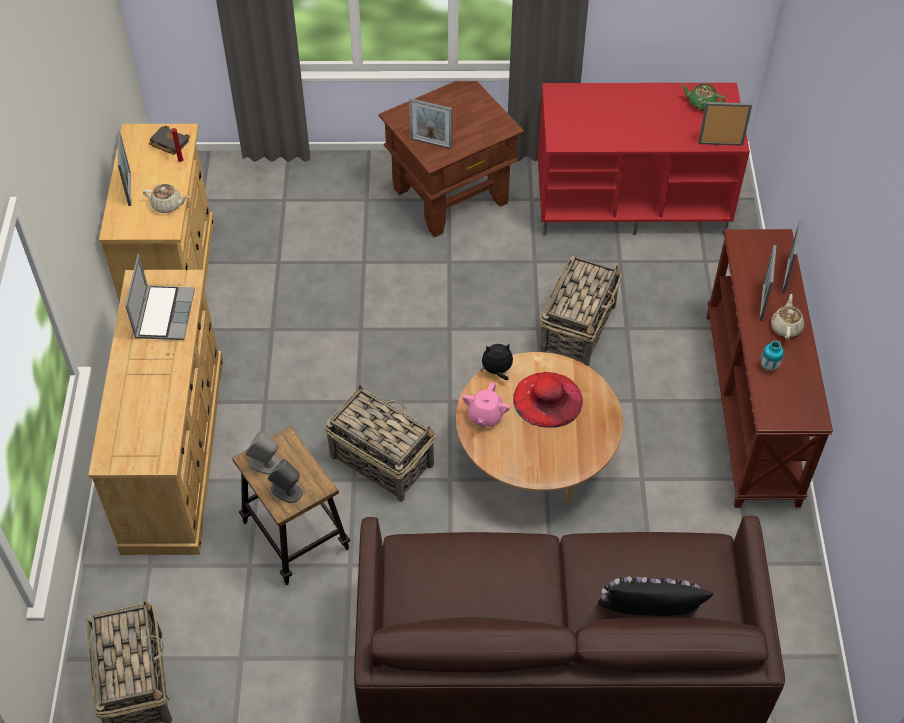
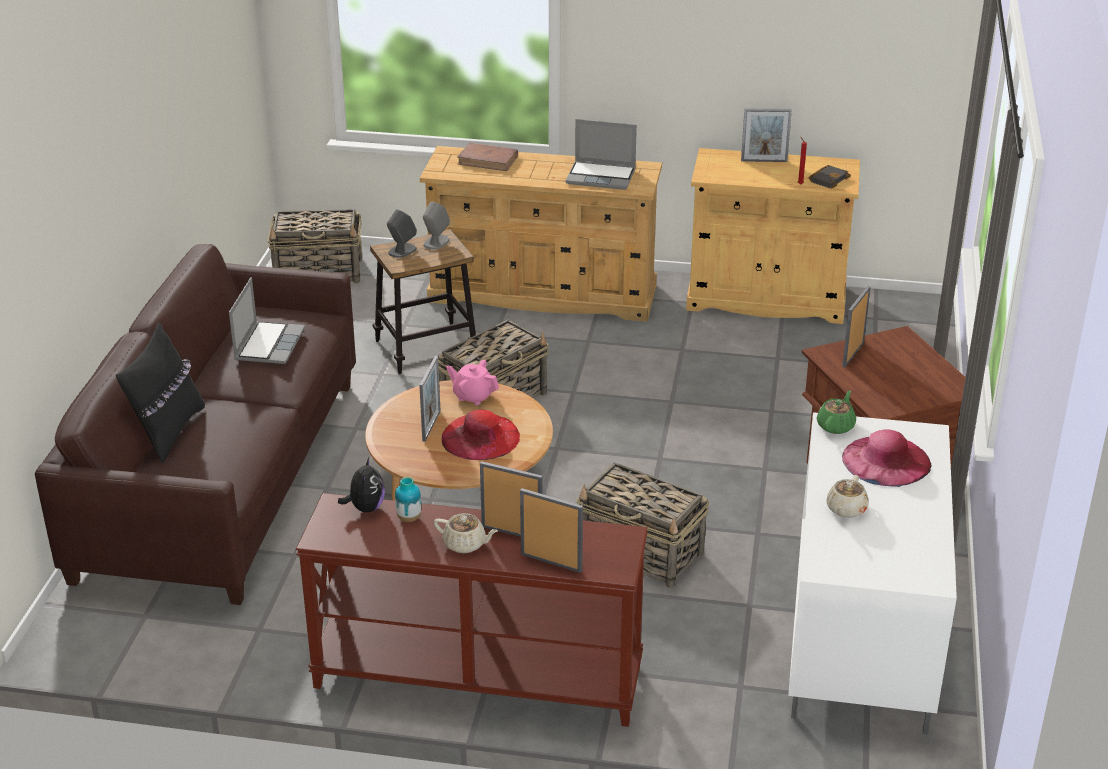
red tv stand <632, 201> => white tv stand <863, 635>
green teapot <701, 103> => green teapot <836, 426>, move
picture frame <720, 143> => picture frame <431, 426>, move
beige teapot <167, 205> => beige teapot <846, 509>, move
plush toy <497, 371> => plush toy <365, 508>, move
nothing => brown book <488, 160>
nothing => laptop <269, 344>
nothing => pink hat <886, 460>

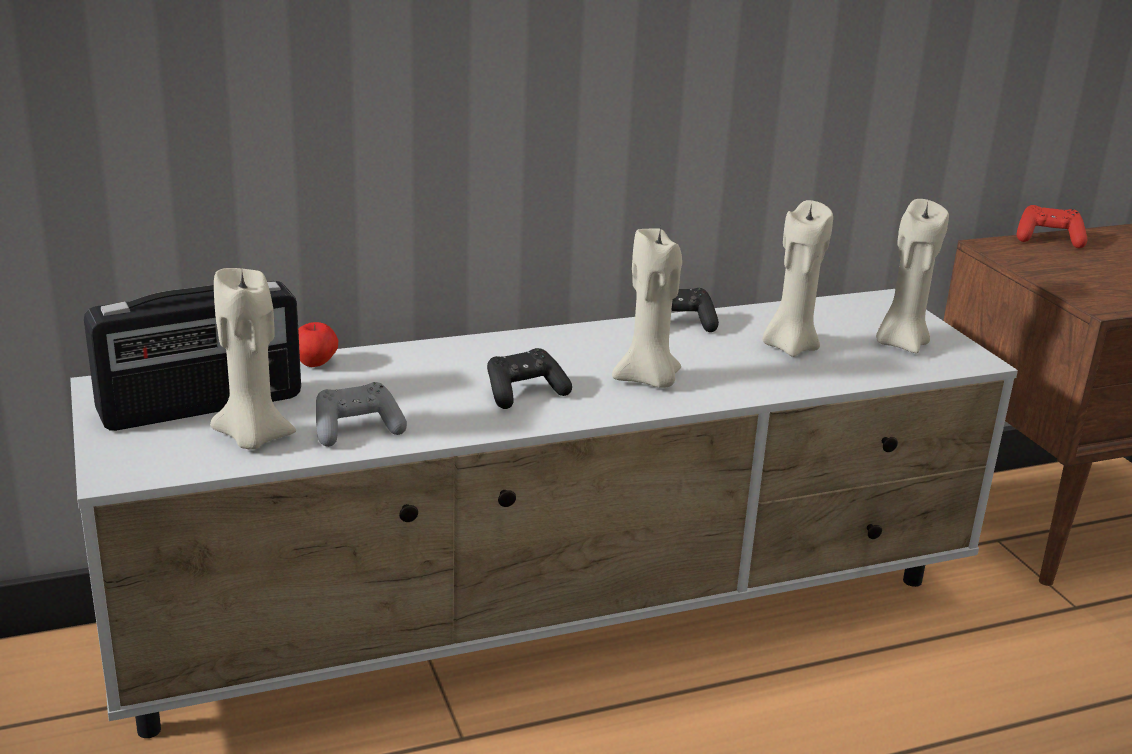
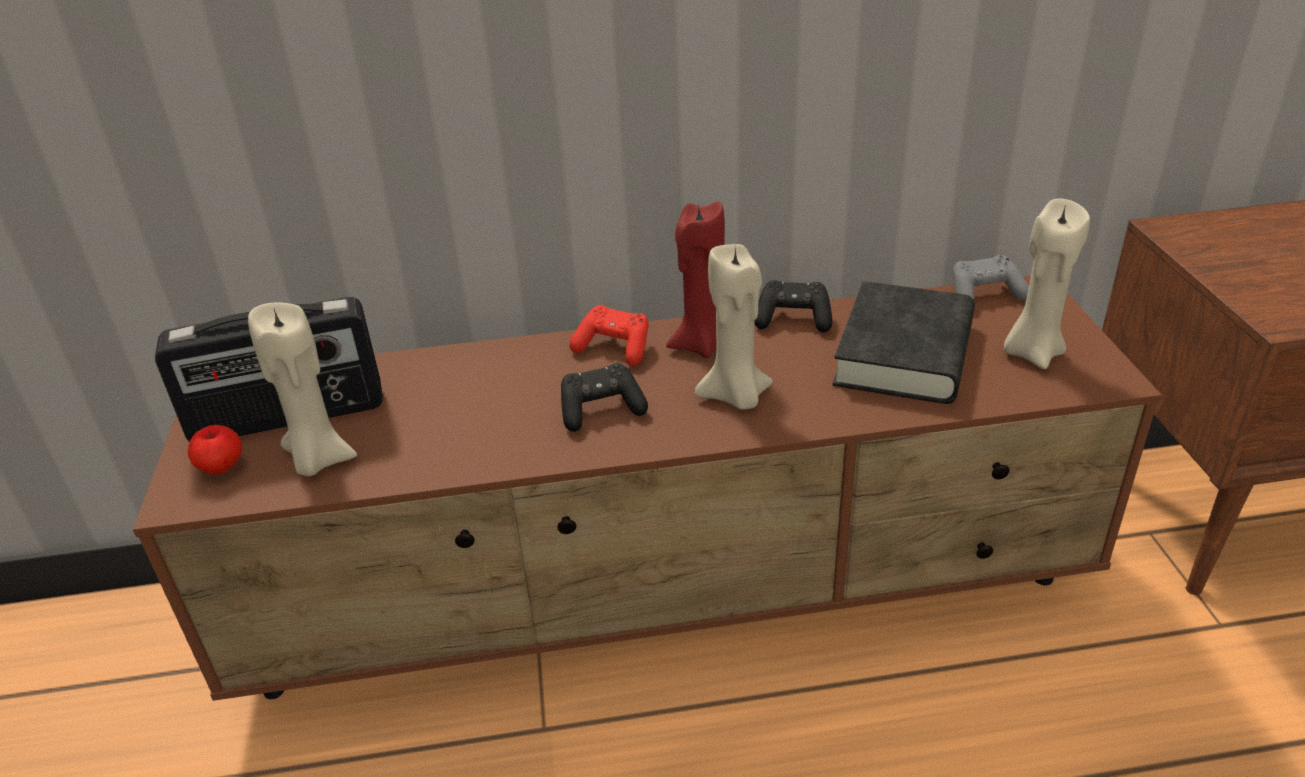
beige candle <790, 347> => black book <904, 354>
red game controller <1048, 239> => red game controller <614, 348>, move
white tv stand <558, 620> => brown tv stand <669, 598>
apple <315, 364> => apple <222, 468>, move
grey game controller <357, 430> => grey game controller <984, 295>, move
nothing => red candle <701, 344>

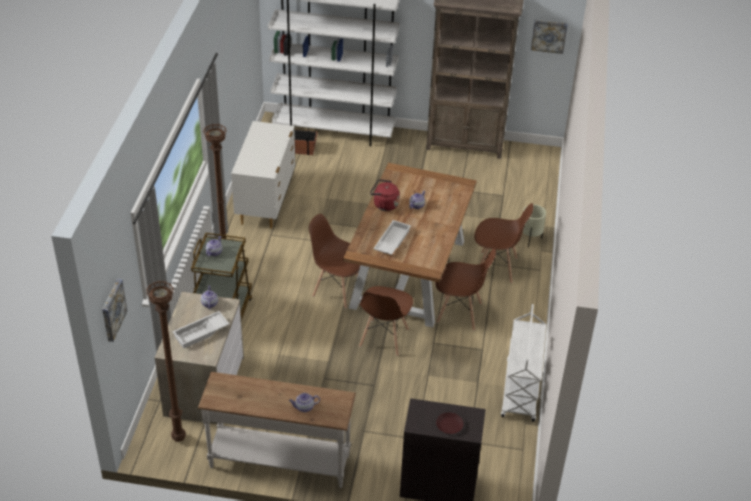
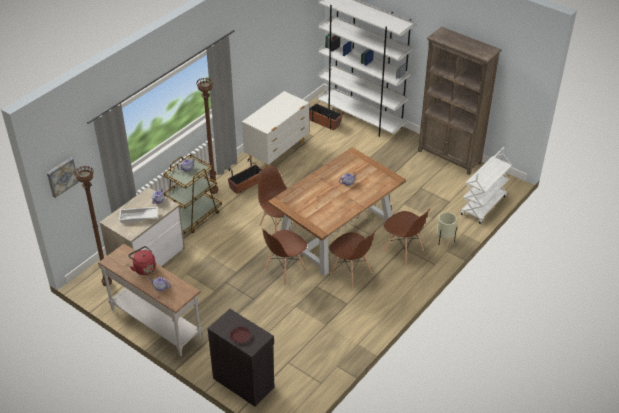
picture <549, 35> => nothing
red kettle <384, 204> => red kettle <144, 268>, move
white tray <391, 241> => nothing
white cart <520, 391> => white cart <483, 206>, move
nothing => planter <246, 184>

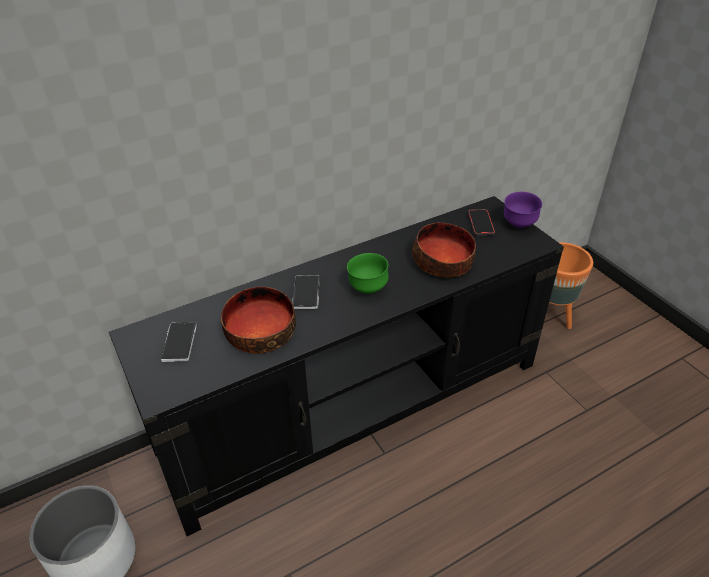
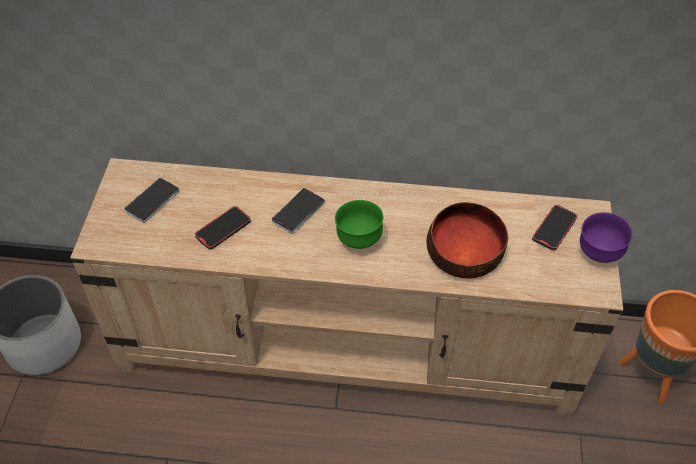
black tv stand <356, 405> => beige tv stand <348, 344>
bowl <260, 332> => phone <223, 229>

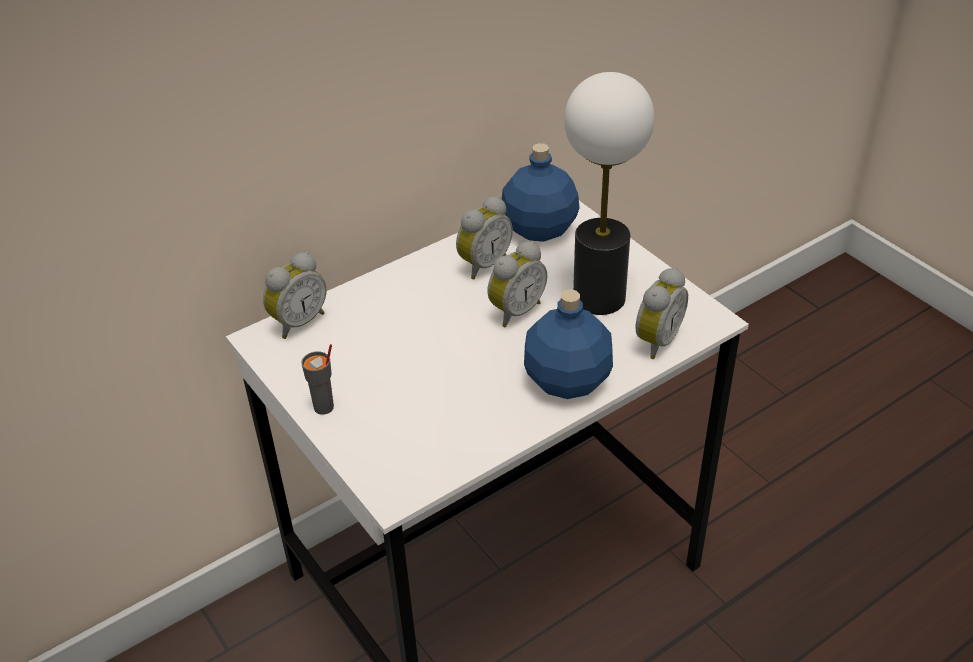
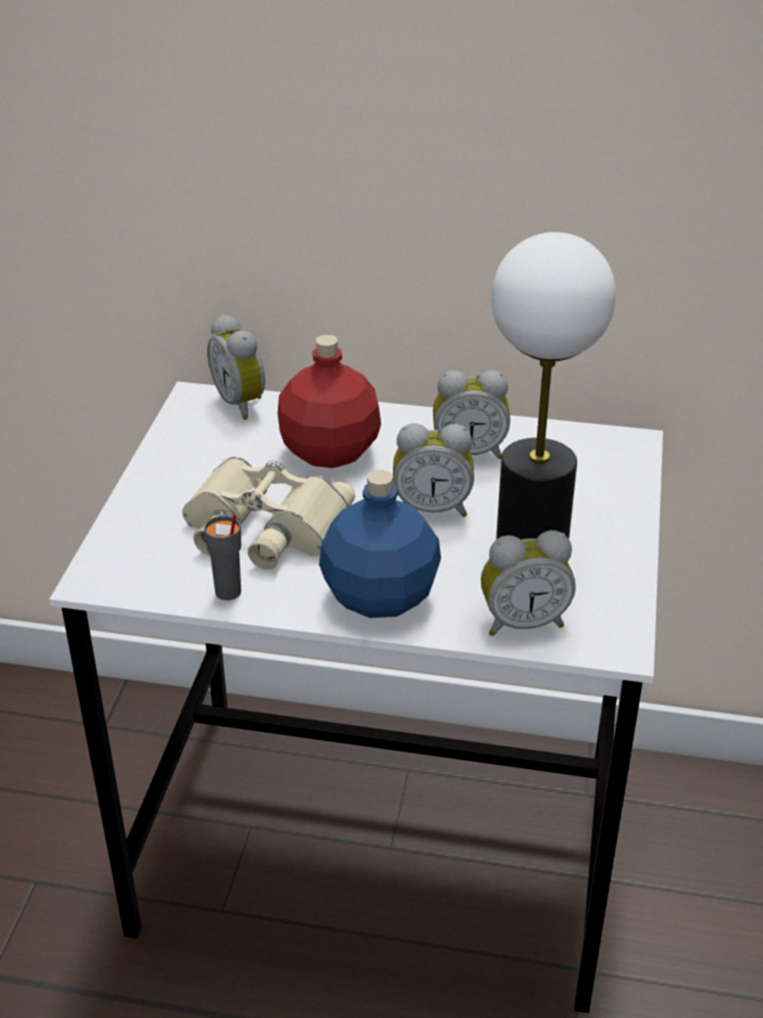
blue bottle <540, 228> => nothing
alarm clock <297, 322> => alarm clock <243, 403>, 60 degrees clockwise
grey cup <324, 407> => grey cup <228, 592>, move
nothing => red bottle <329, 451>
nothing => beige binoculars <261, 527>

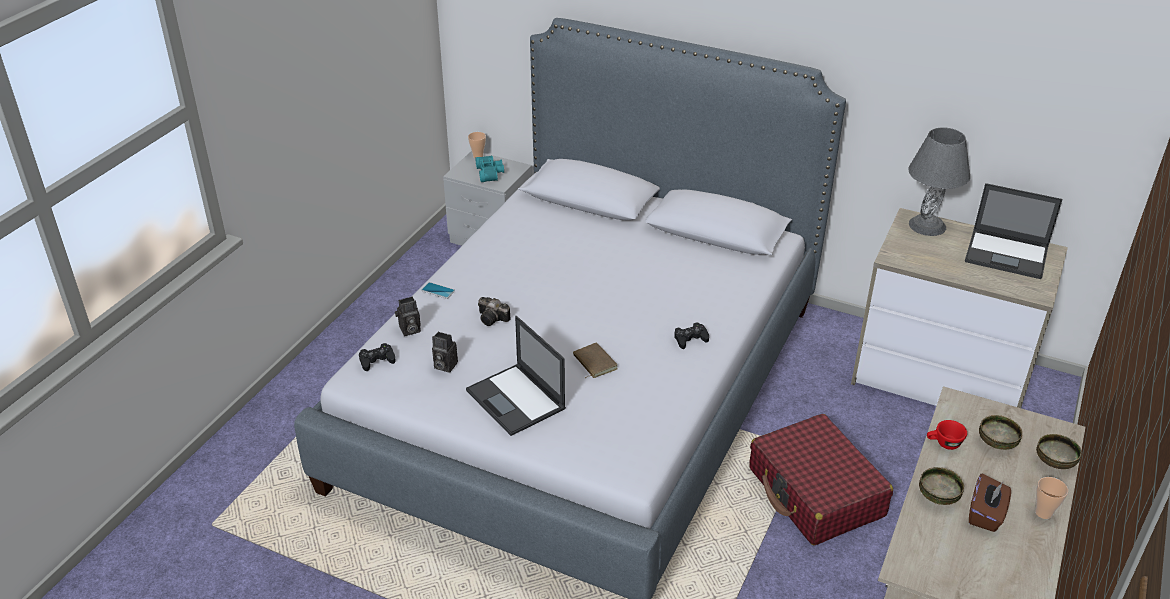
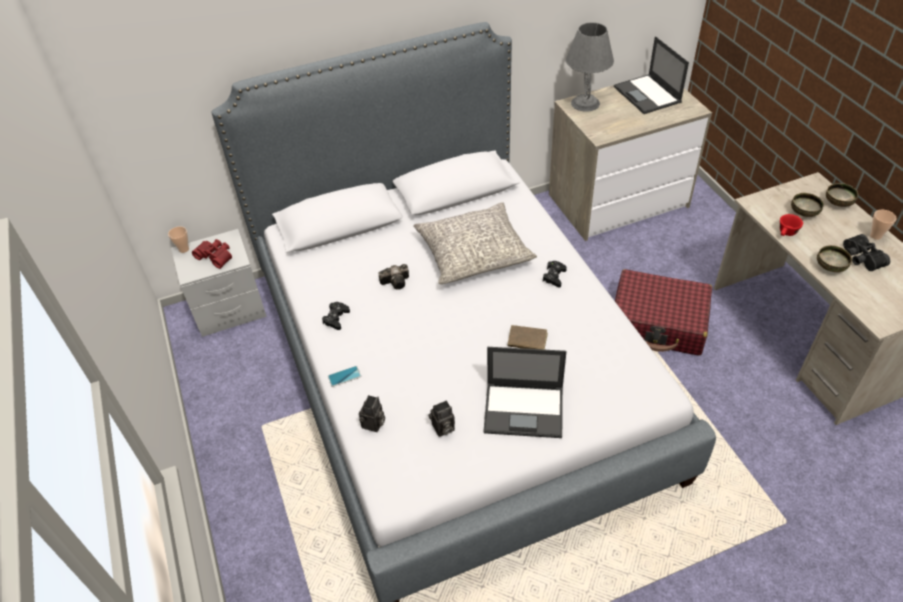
turquoise binoculars <490, 173> => red binoculars <216, 256>
laptop <1007, 255> => laptop <647, 95>, 90 degrees clockwise
photo camera <493, 319> => photo camera <397, 282>, move
black game controller <377, 360> => black game controller <336, 318>, move
brown tissue box <986, 514> => black binoculars <860, 258>
nothing => grey pillow <473, 253>

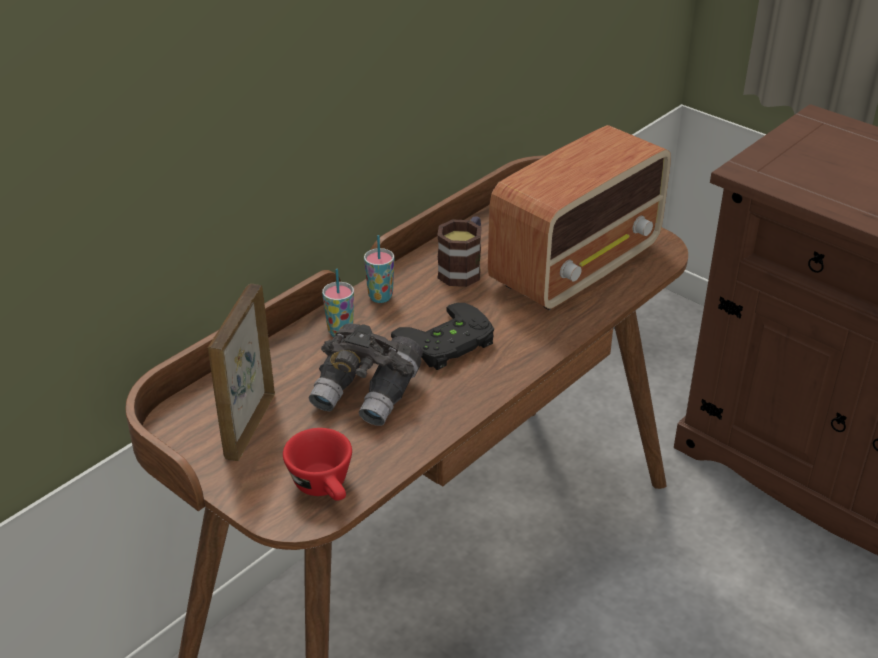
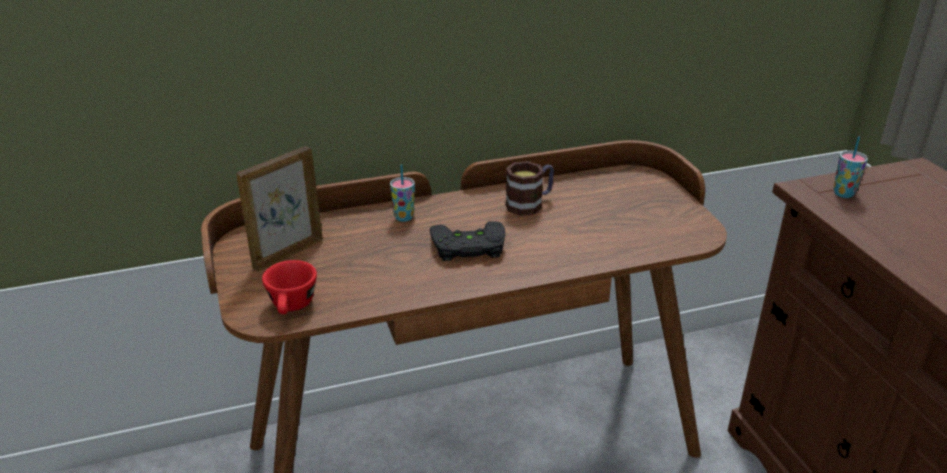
radio <577, 266> => nothing
cup <380, 297> => cup <843, 193>, move
grey binoculars <367, 393> => nothing

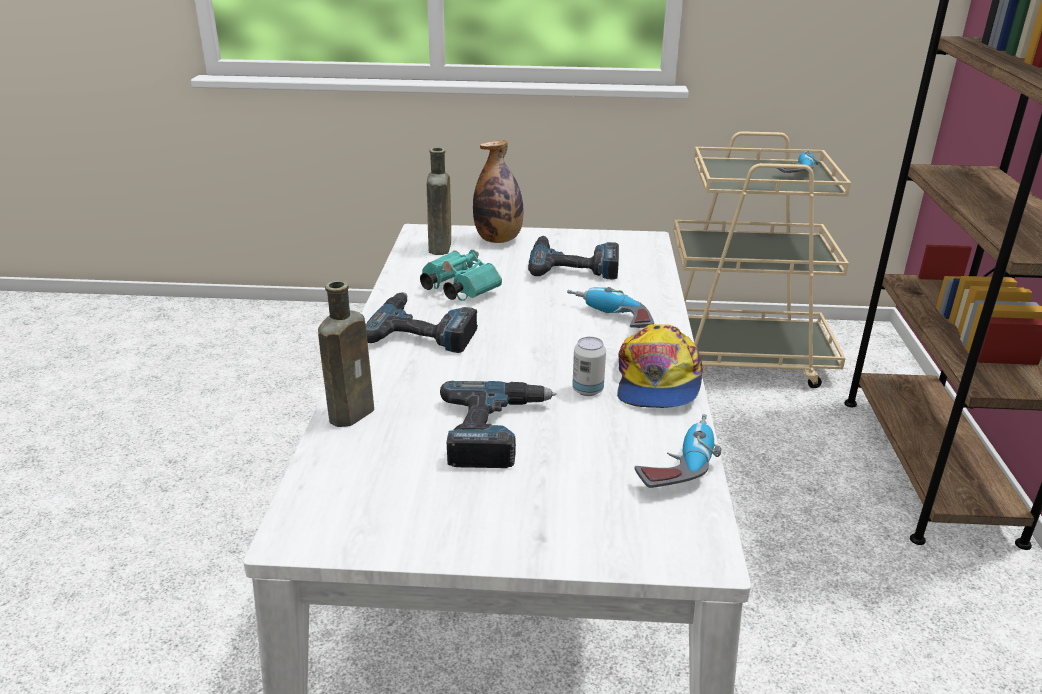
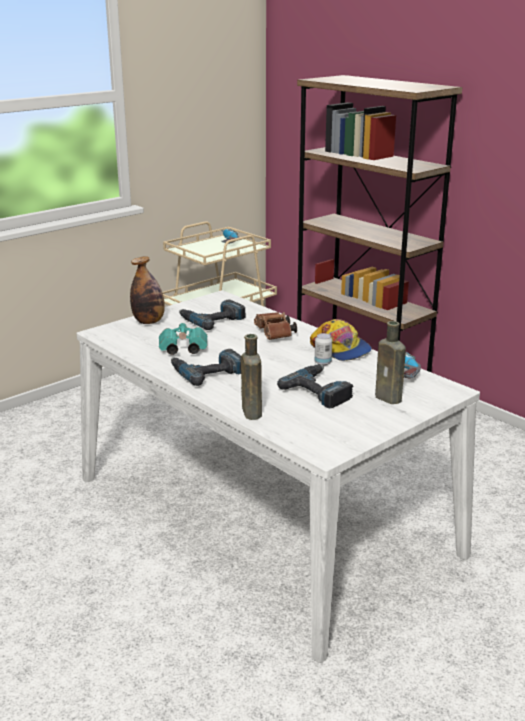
brown bottle <440, 249> => brown bottle <390, 398>, move
power drill <609, 318> => brown binoculars <275, 335>

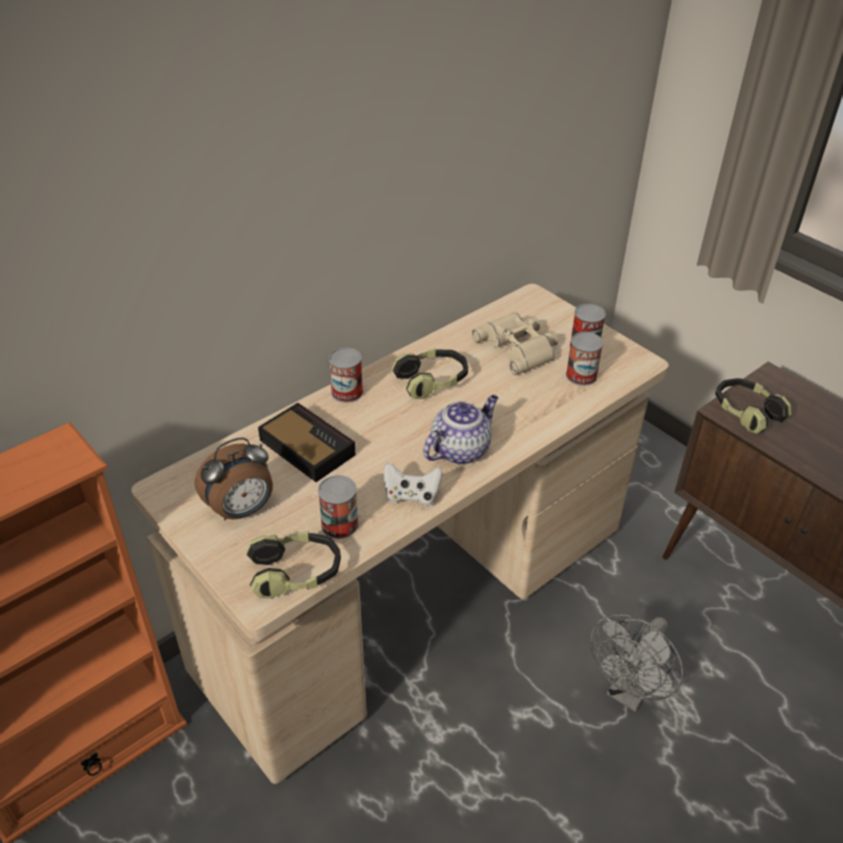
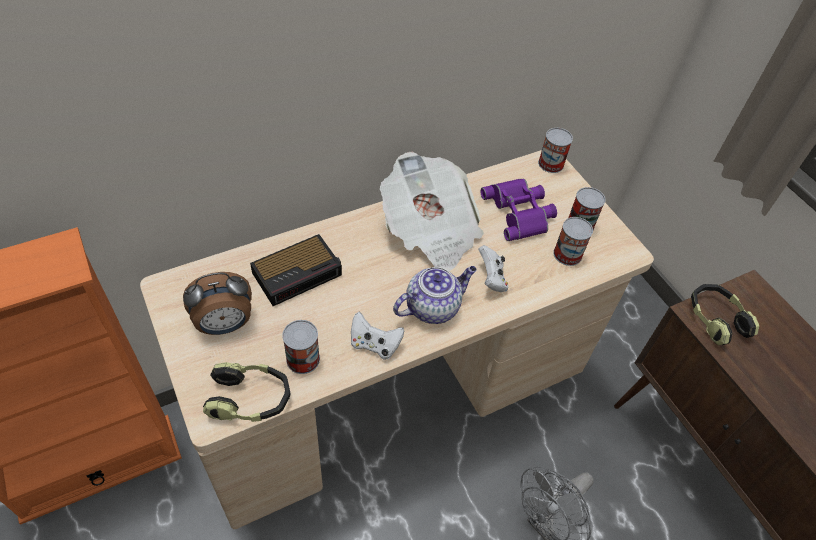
beige binoculars <519, 347> => purple binoculars <520, 212>
can <347, 392> => can <551, 164>, move
headphones <432, 381> => newspaper <430, 231>
alarm clock <305, 446> => alarm clock <299, 273>, 90 degrees clockwise
nothing => white game controller <491, 279>

